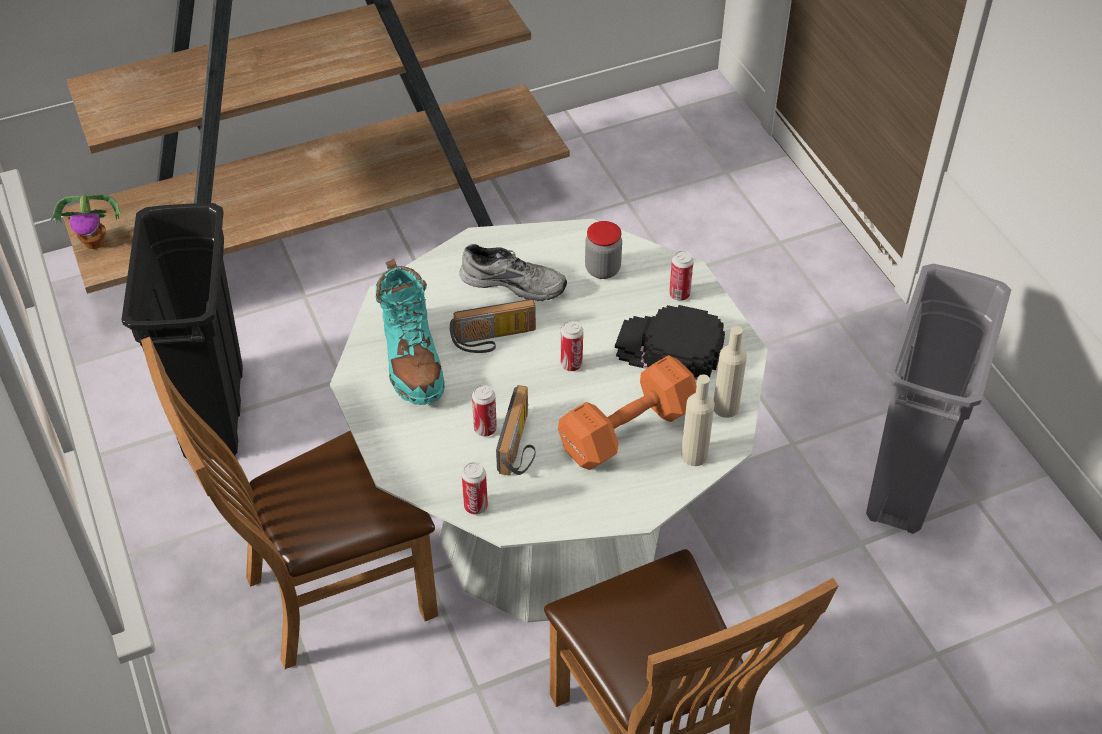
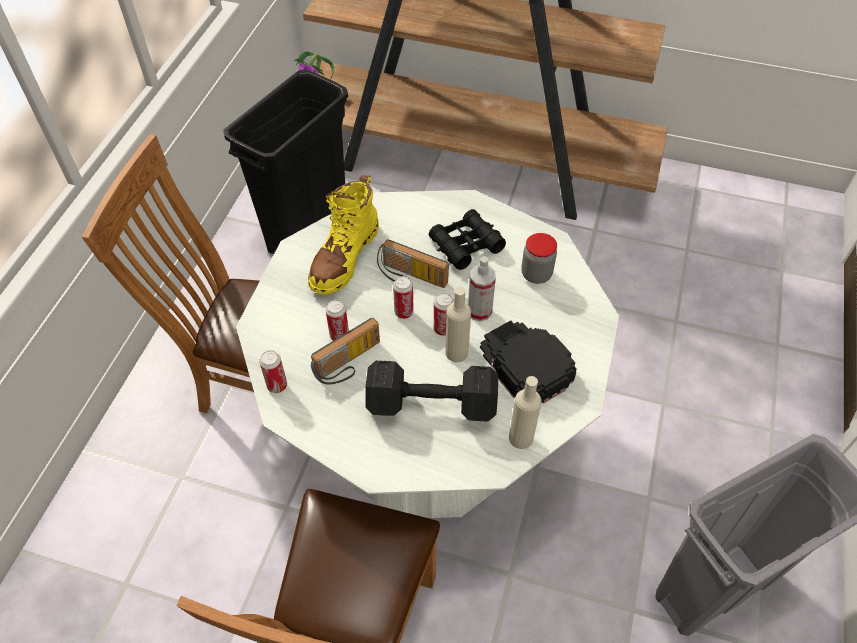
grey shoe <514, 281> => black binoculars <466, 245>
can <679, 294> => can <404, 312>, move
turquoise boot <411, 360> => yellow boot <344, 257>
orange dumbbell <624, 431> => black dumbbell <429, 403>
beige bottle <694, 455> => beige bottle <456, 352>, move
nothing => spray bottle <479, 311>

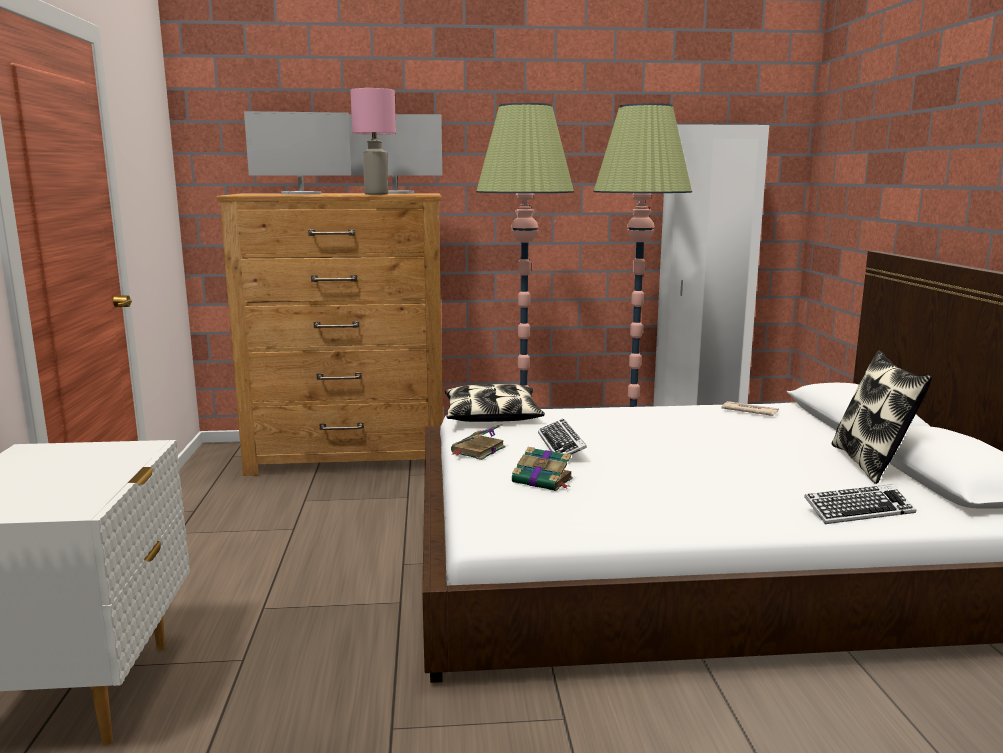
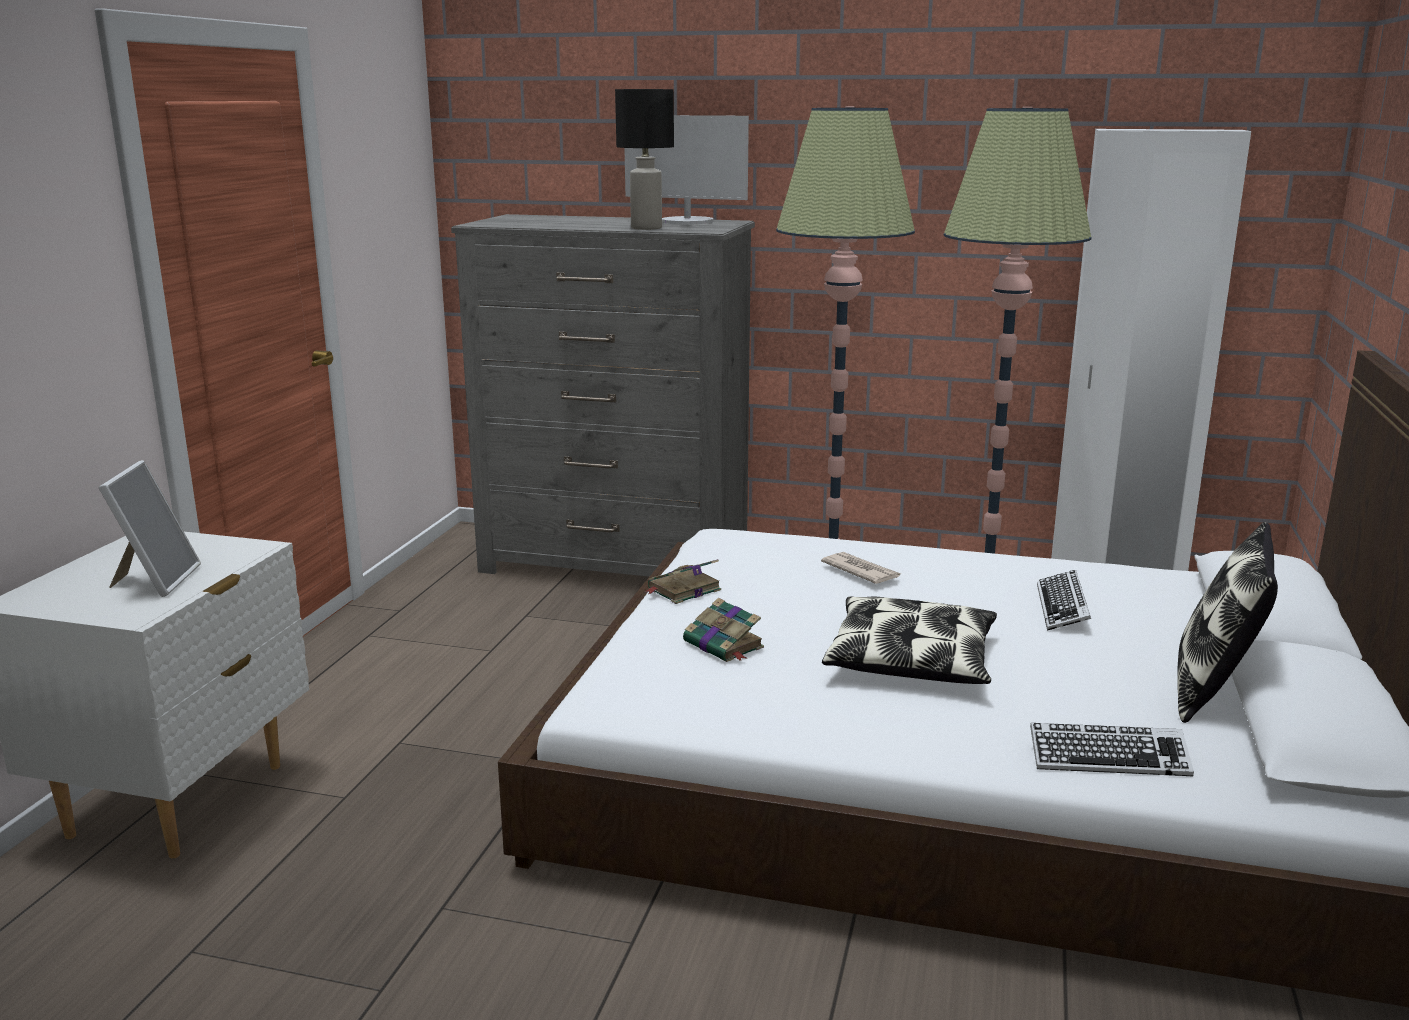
pink table lamp <376, 194> => black table lamp <647, 228>
monitor <301, 194> => nothing
brown dresser <349, 456> => grey dresser <615, 563>
pillow <492, 416> => pillow <911, 660>, move
newspaper <749, 411> => newspaper <860, 571>, move
keyboard <561, 445> => keyboard <1062, 608>, move
nothing => picture frame <155, 580>

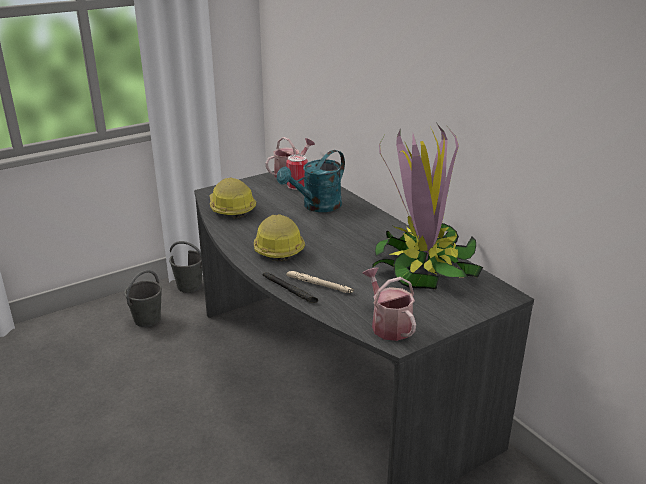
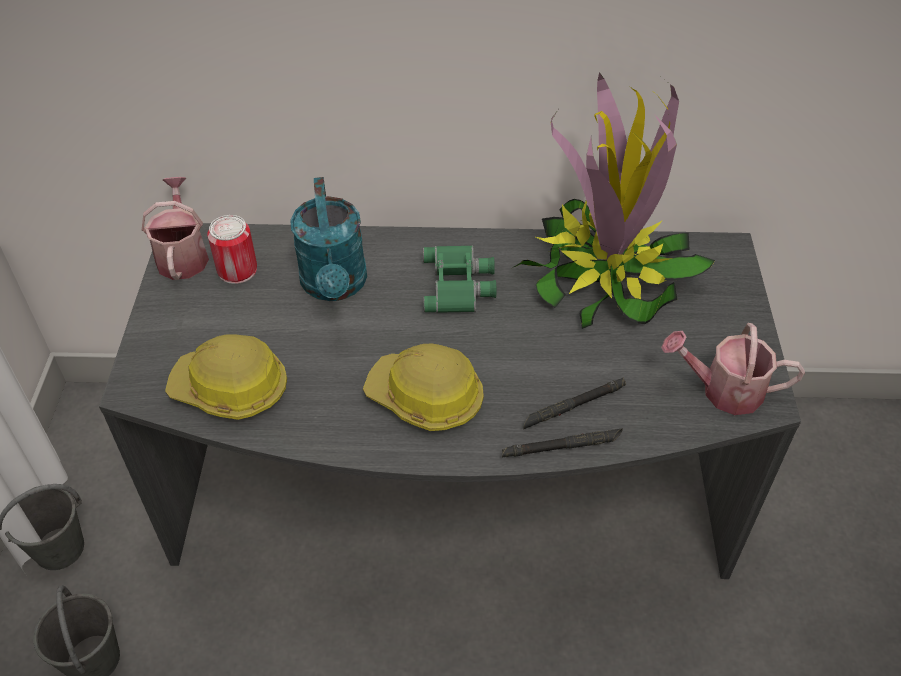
beige flashlight <319, 285> => black flashlight <573, 406>
nothing => green binoculars <459, 284>

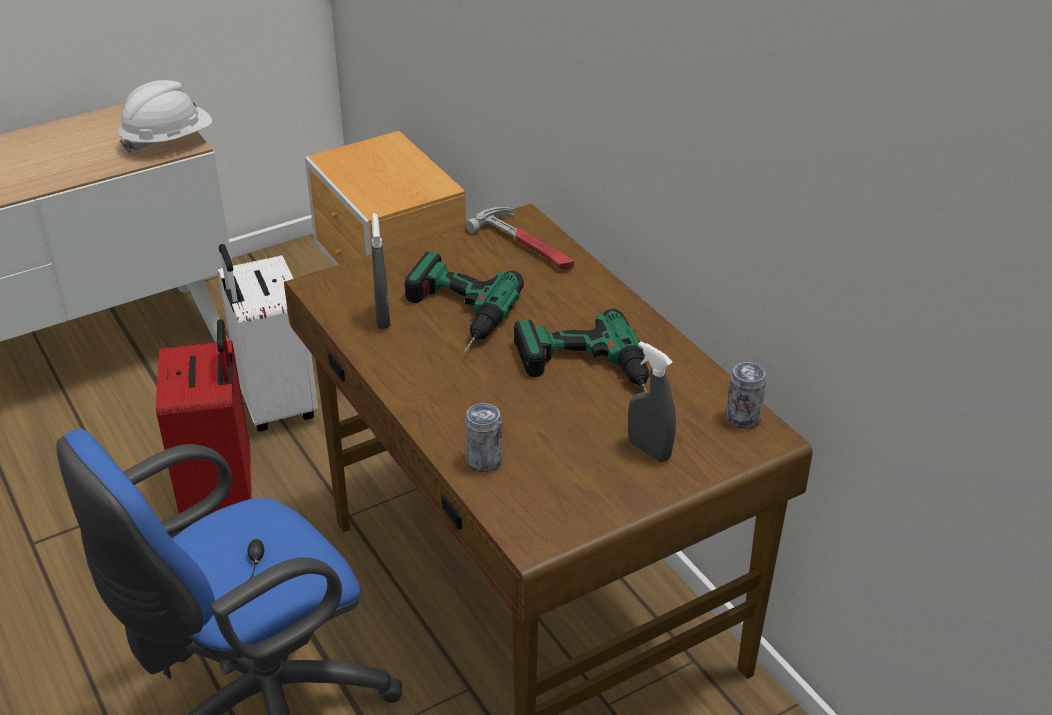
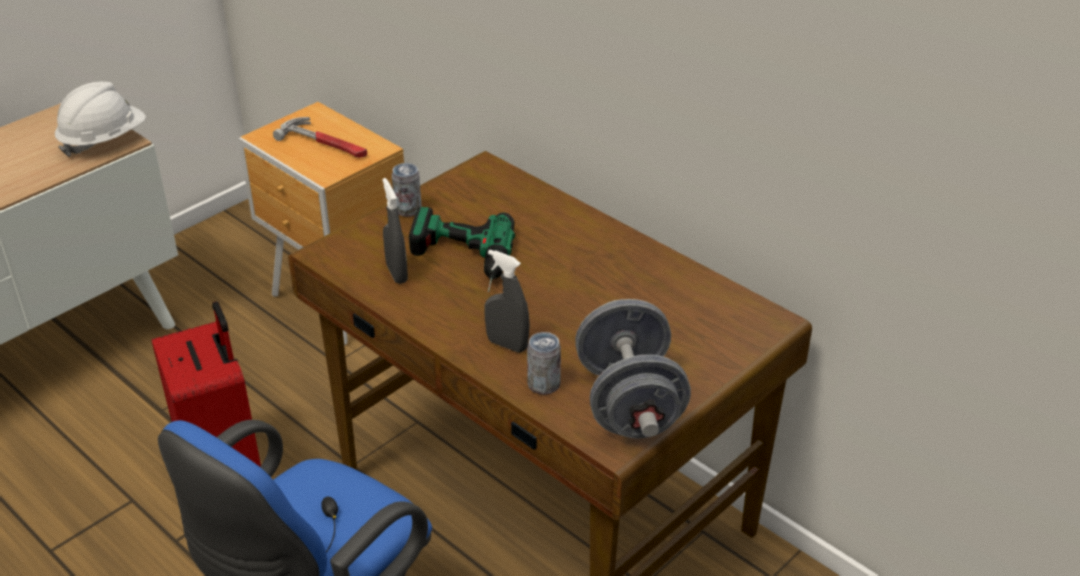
hammer <526, 245> => hammer <325, 143>, move
white suitcase <274, 405> => nothing
power drill <587, 373> => nothing
grey spray bottle <649, 450> => grey spray bottle <507, 344>, move
can <743, 419> => can <408, 210>, move
nothing => grey dumbbell <629, 403>

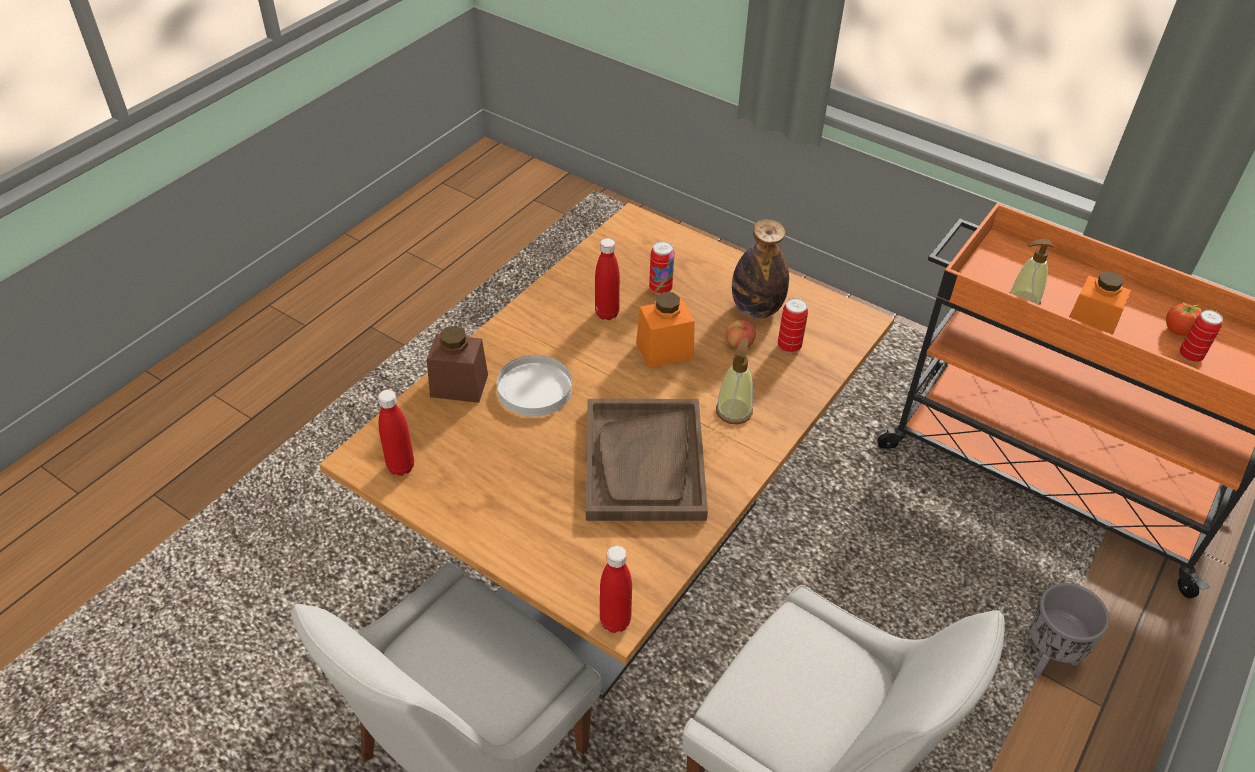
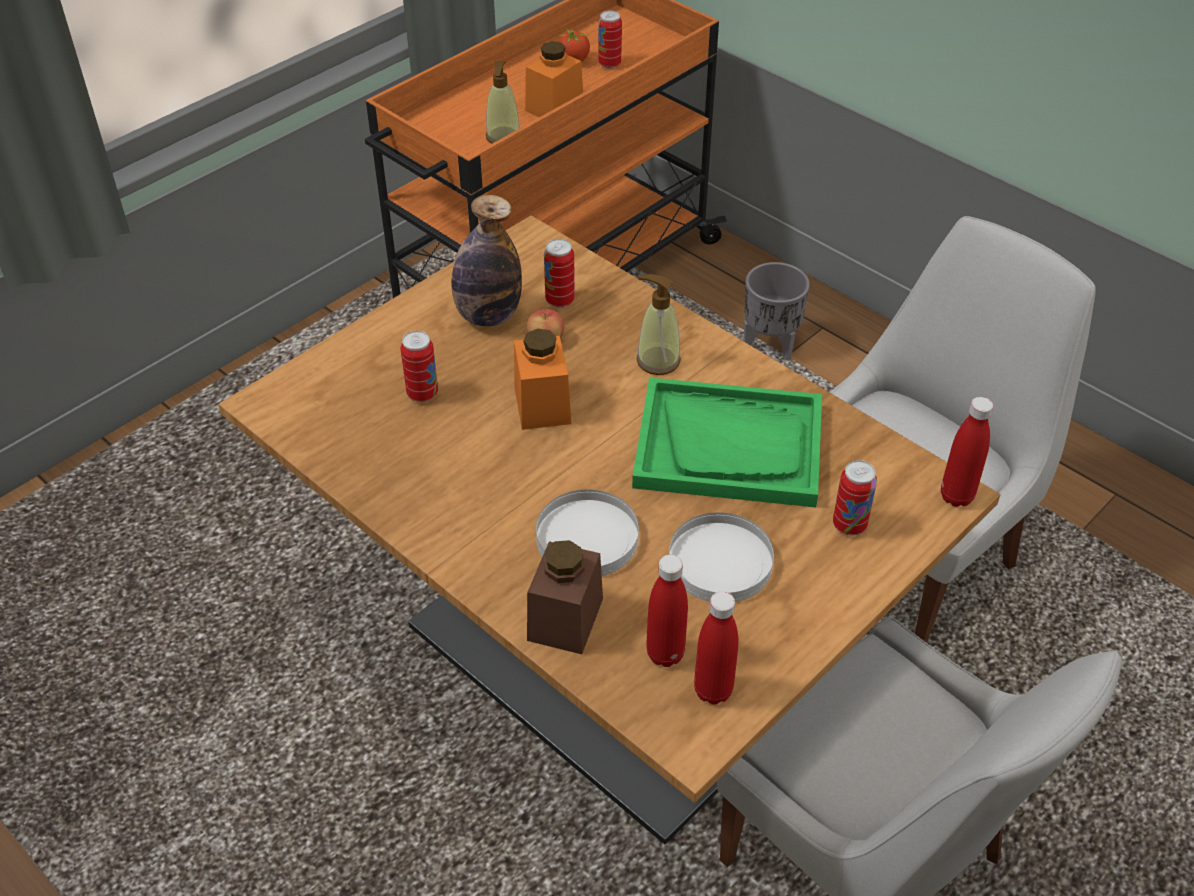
red bottle <607, 313> => red bottle <665, 654>, move
brown tray <644, 462> => green tray <729, 446>
nothing => can <849, 525>
nothing => white plate <719, 561>

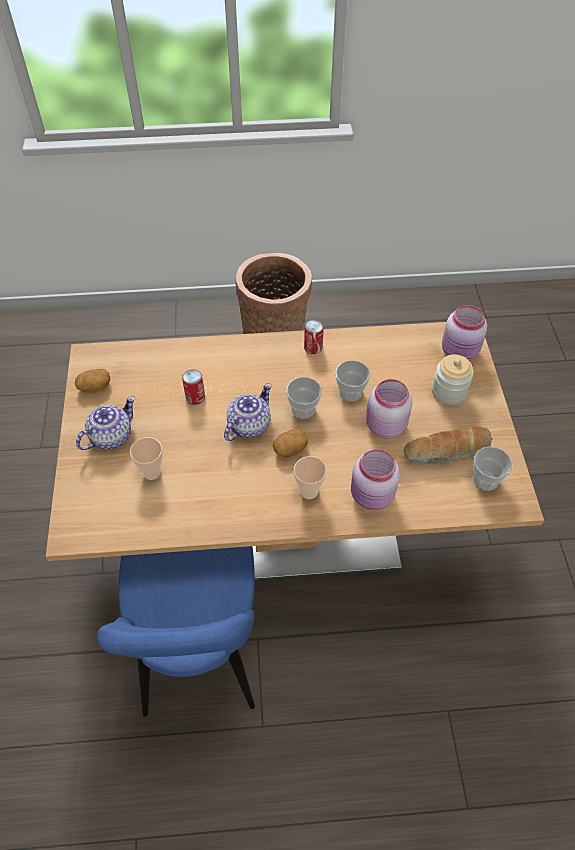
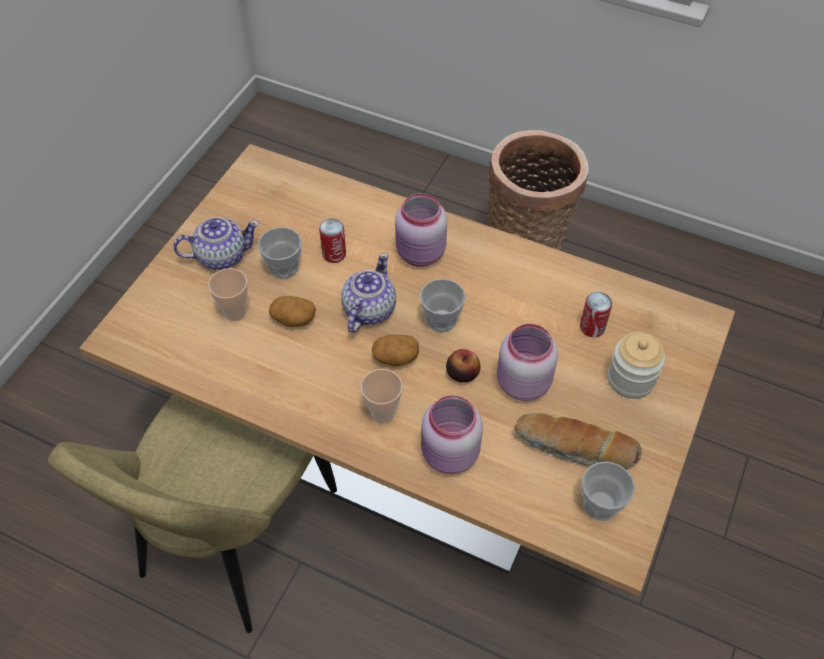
pink jar <460, 352> => pink jar <420, 254>, move
can <313, 347> => can <592, 327>, move
cup <350, 392> => cup <284, 268>, move
potato <94, 386> => potato <293, 318>, move
teapot <248, 425> => teapot <368, 310>, 45 degrees counterclockwise
blue chair <199, 651> => beige chair <234, 541>
nothing => apple <462, 373>

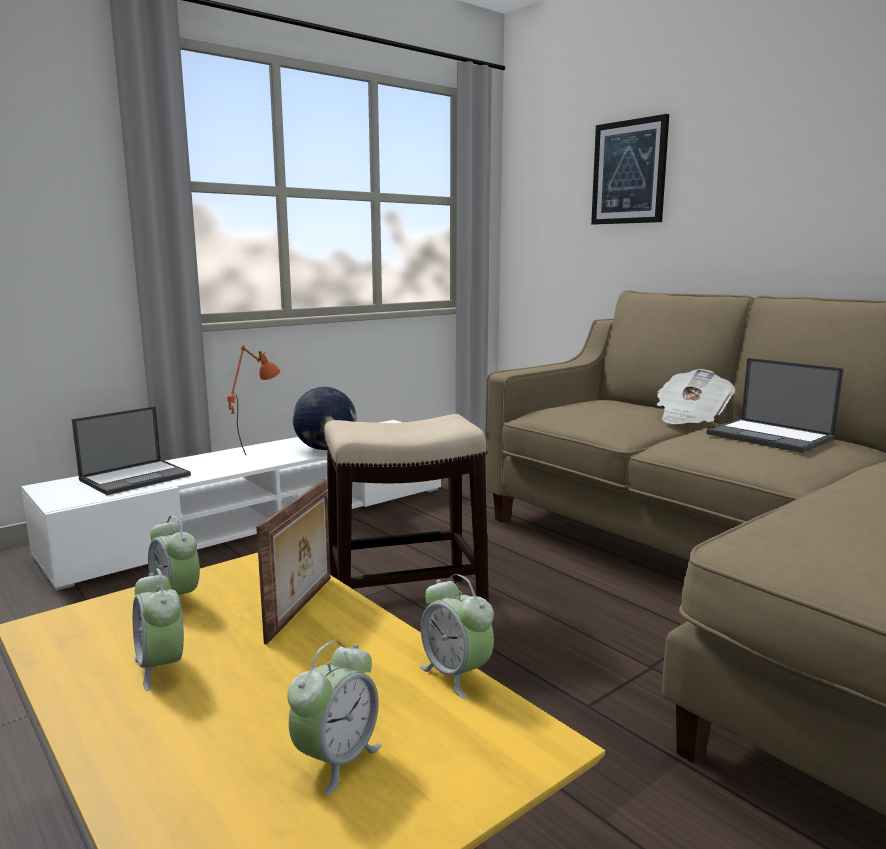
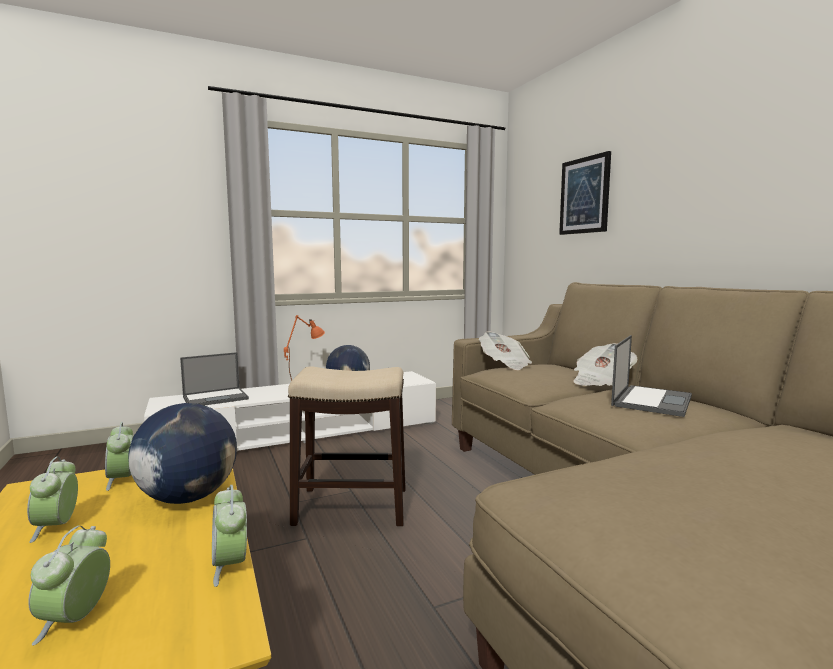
laptop <771, 437> => laptop <652, 400>, 120 degrees counterclockwise
picture frame <302, 608> => globe <188, 497>
alarm clock <337, 760> => alarm clock <76, 620>, 135 degrees clockwise
nothing => newspaper <505, 364>

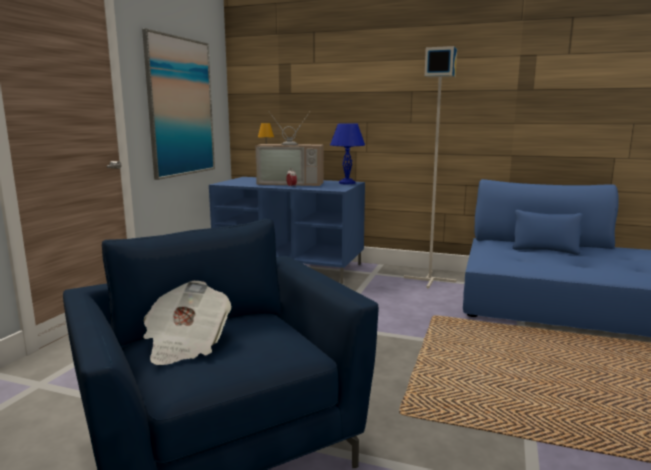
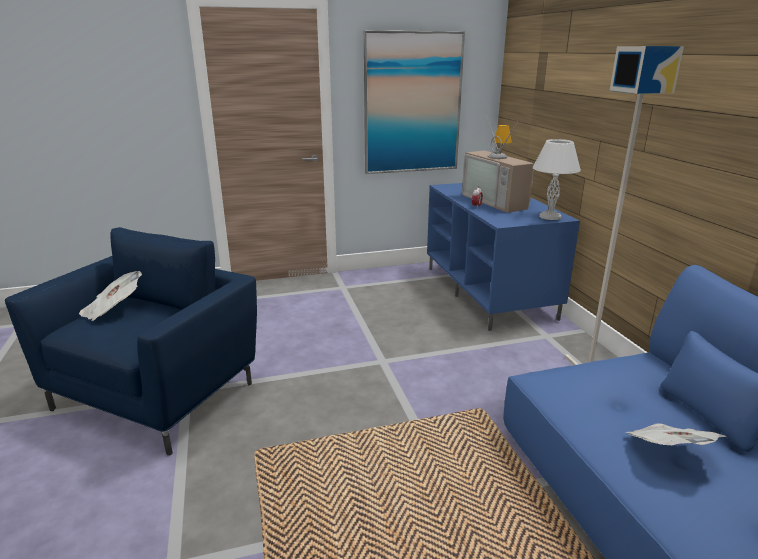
blue table lamp <347, 183> => white table lamp <549, 217>
nothing => newspaper <668, 451>

